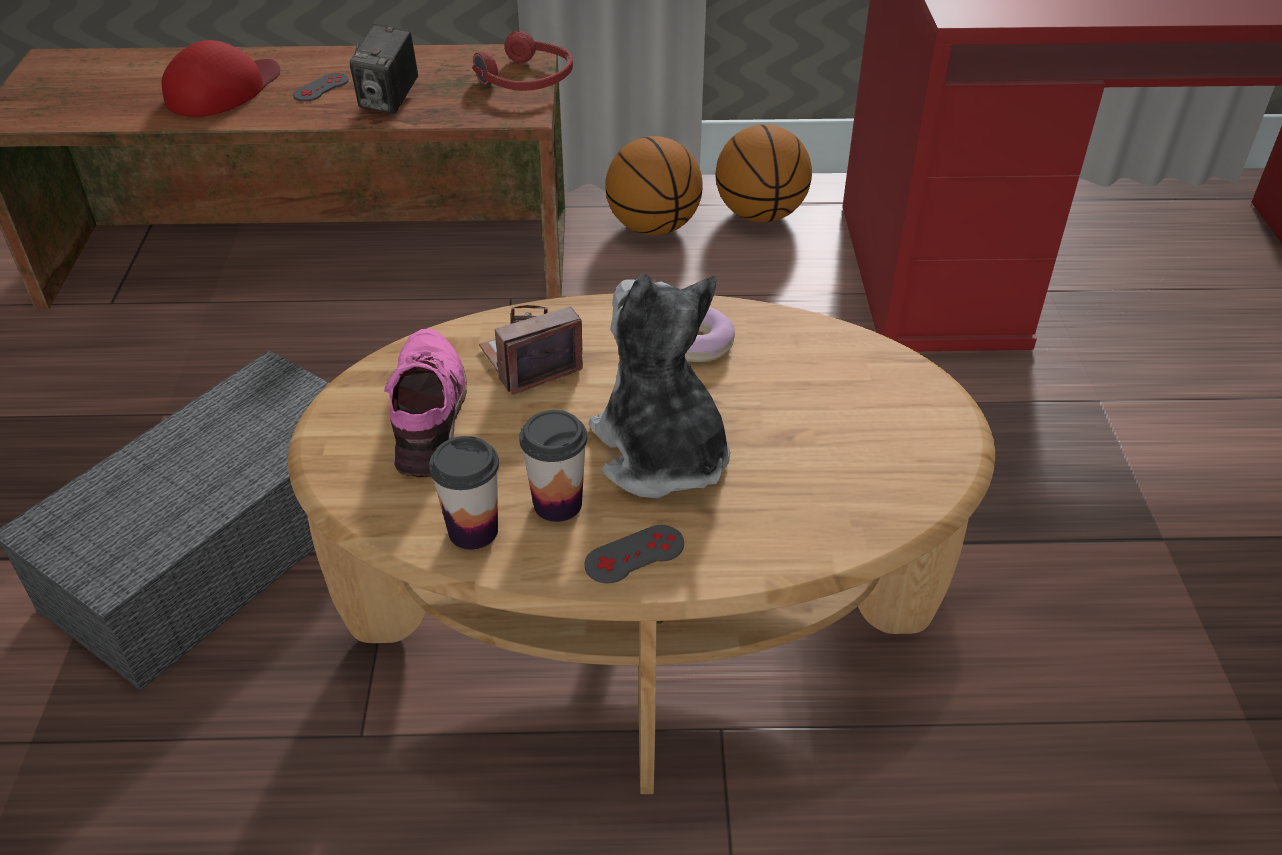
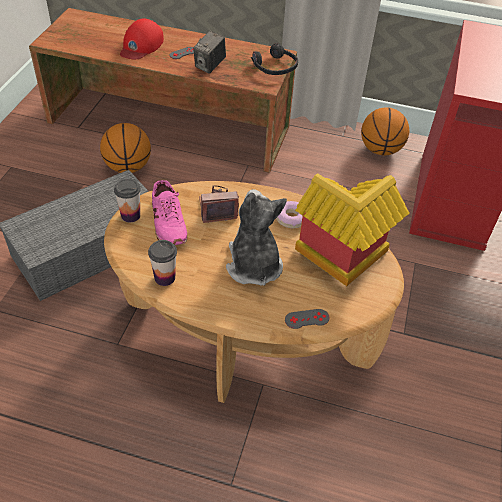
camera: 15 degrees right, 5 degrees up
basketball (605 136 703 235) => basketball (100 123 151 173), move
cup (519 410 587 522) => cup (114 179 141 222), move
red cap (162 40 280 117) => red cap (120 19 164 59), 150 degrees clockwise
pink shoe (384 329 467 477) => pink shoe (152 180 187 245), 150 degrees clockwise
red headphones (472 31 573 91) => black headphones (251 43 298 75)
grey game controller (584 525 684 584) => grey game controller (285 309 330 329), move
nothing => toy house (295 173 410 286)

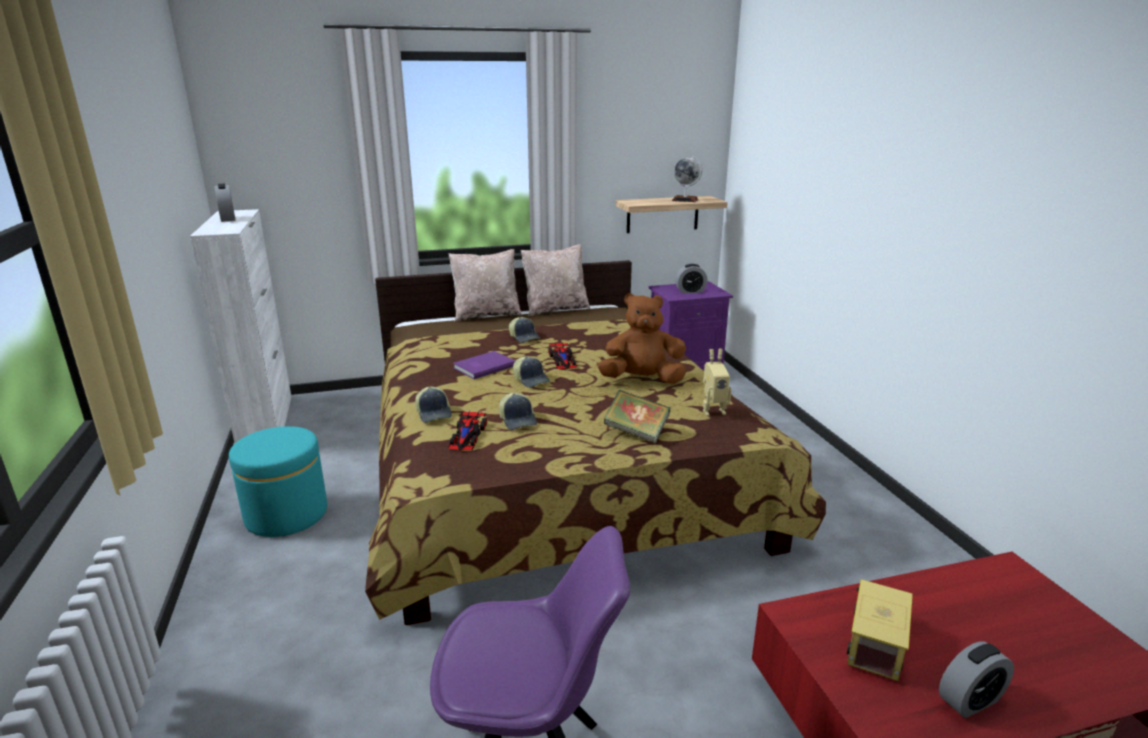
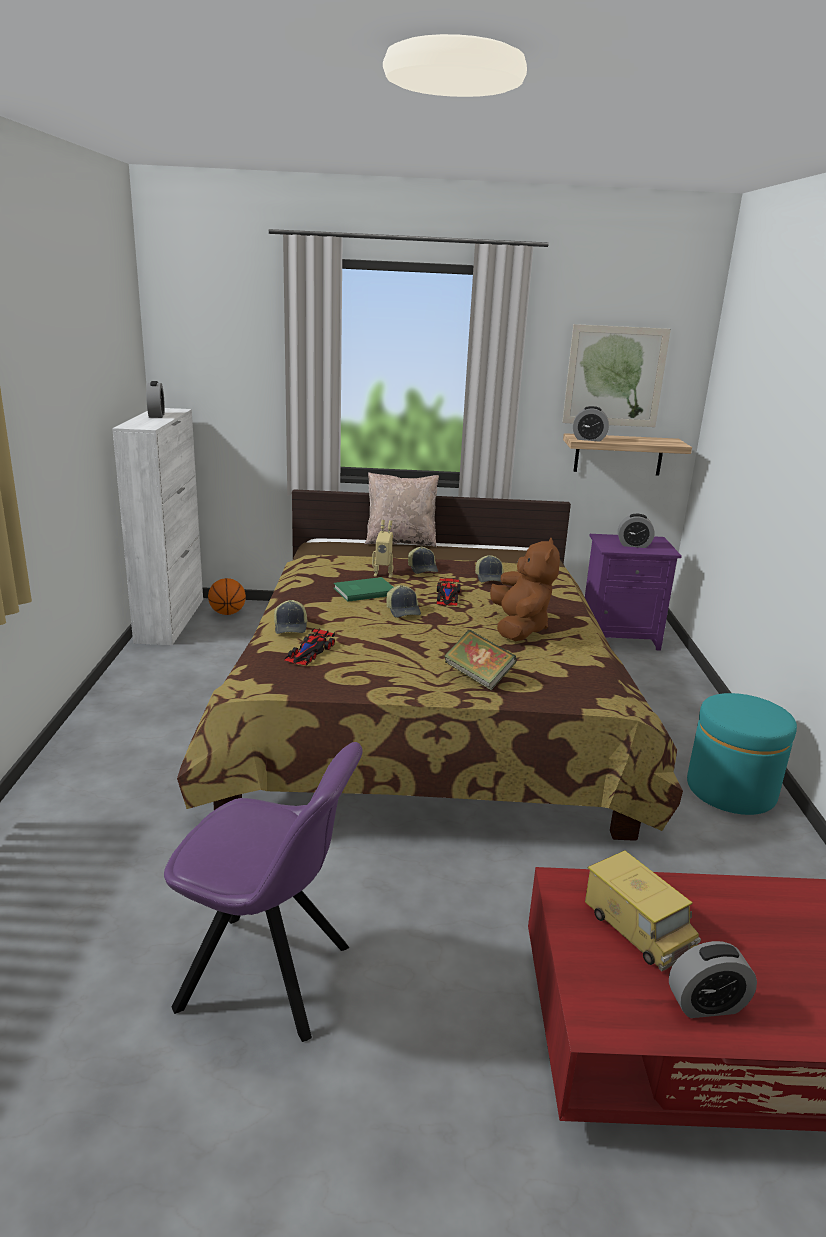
camera: 15 degrees right, 0 degrees up
nothing => basketball (208 578 246 615)
purple book (453 351 515 379) => green book (334 577 394 602)
toy robot (703 349 732 416) => toy robot (372 520 393 578), move
cap (499 393 537 430) => cap (475 555 504 582), move
brown plush toy (598 293 686 384) => brown plush toy (490 537 560 641), 75 degrees clockwise
nothing => picture (562 324 671 427)
nothing => alarm clock (573 406 609 442)
toy truck (847 579 913 681) => toy truck (585 850 701 971), 105 degrees clockwise
turquoise ottoman (229 426 327 537) => turquoise ottoman (687 693 797 815), move
beige pillow (521 244 590 317) => nothing
globe (672 156 702 202) => nothing

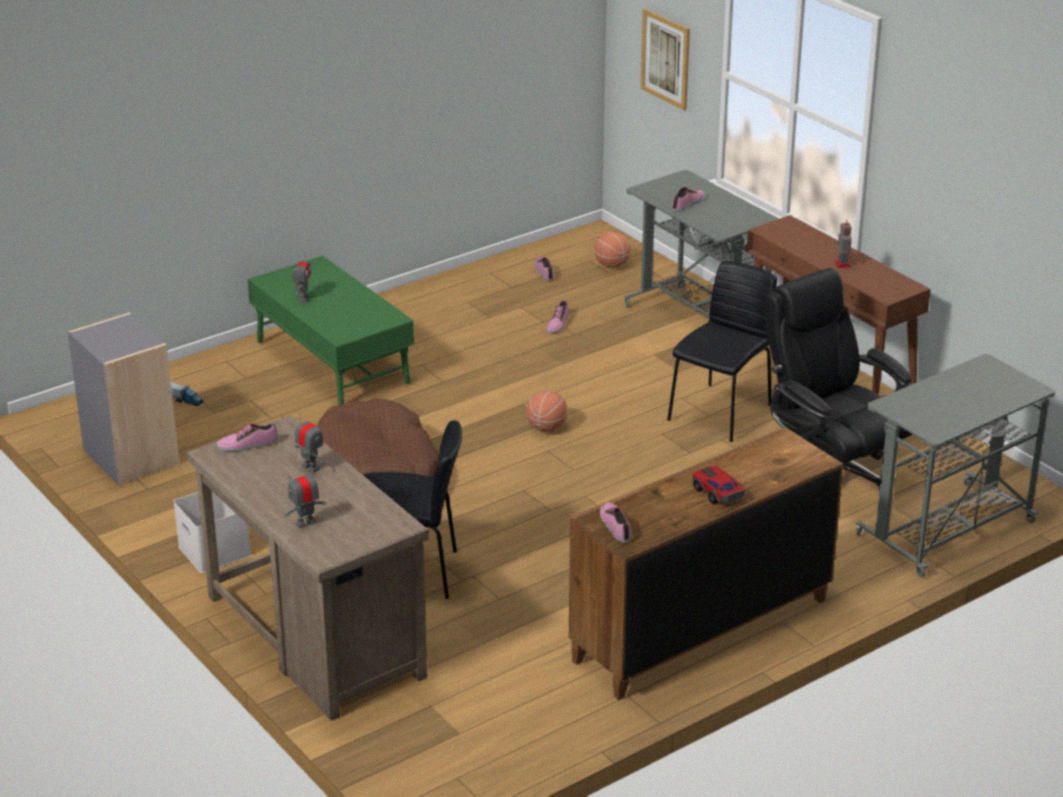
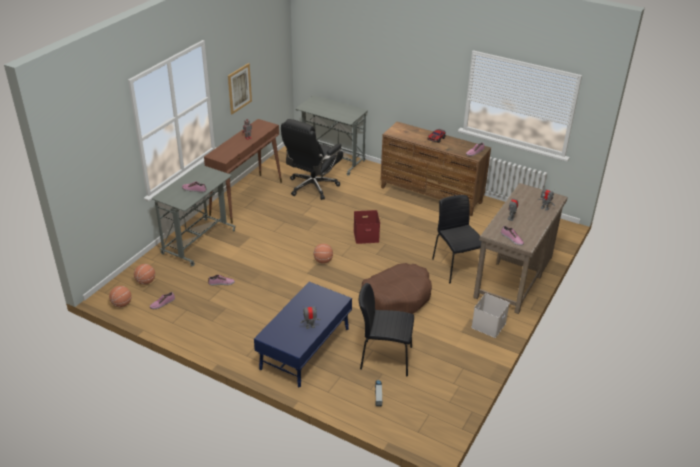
camera: 115 degrees left, 5 degrees up
nothing => basketball (109 286 132 307)
picture (640 9 690 111) => picture (228 63 252 114), move
green coffee table (248 256 414 405) => blue coffee table (254 282 352 387)
nothing => red storage box (354 210 380 244)
black chair (667 261 777 442) => black chair (359 283 414 376), move
grey bookcase (68 313 179 486) => nothing

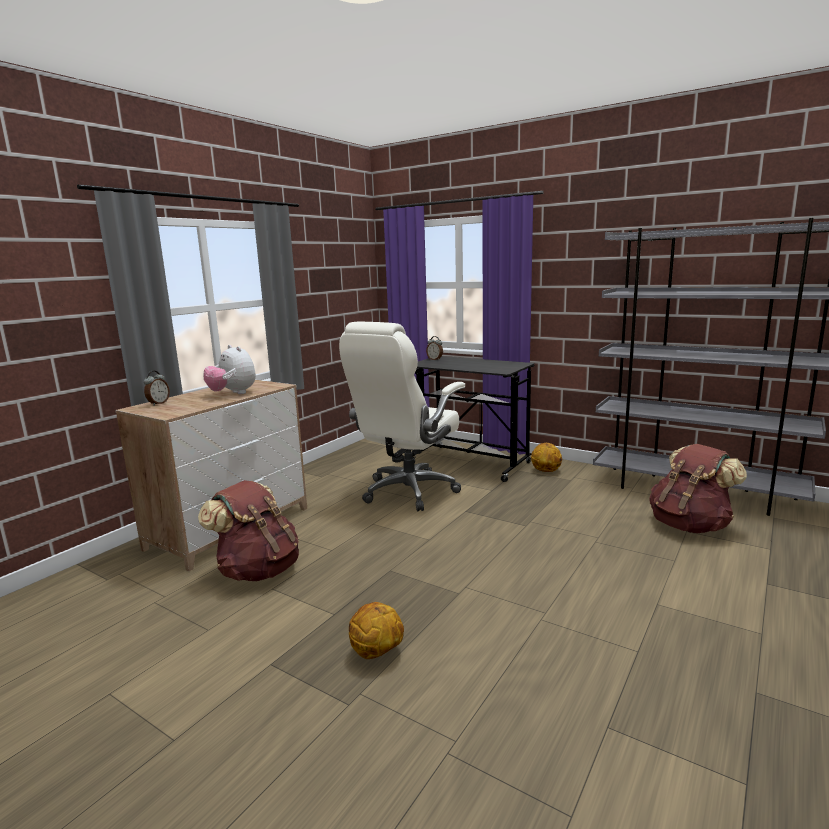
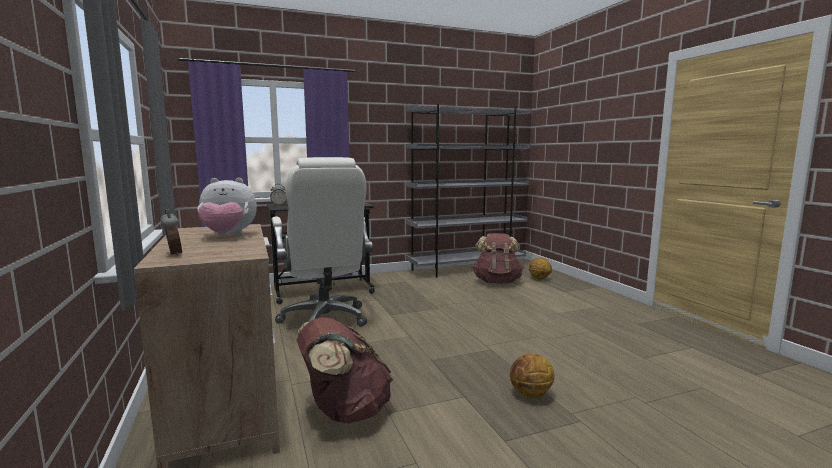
camera: 55 degrees left, 5 degrees down
basketball (531 443 562 472) => basketball (529 257 552 280), move

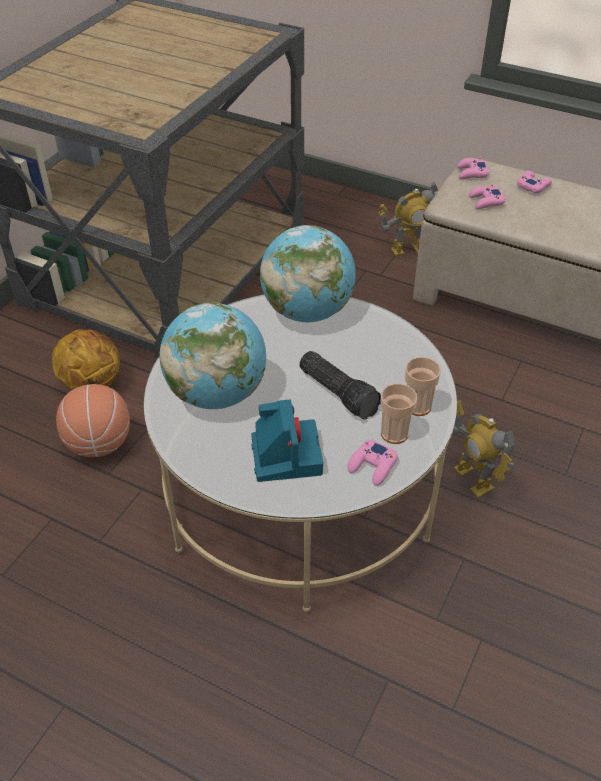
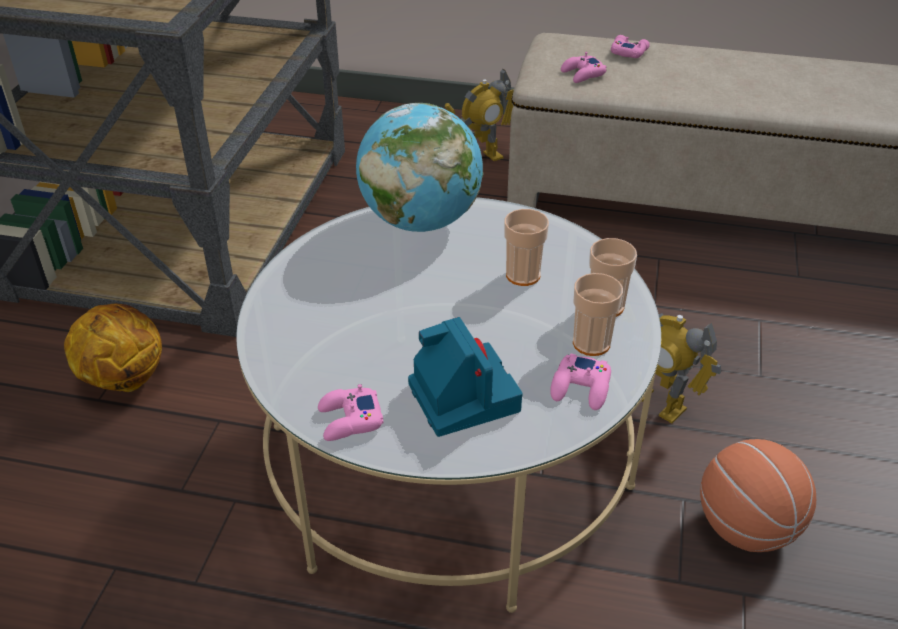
camera: 15 degrees left, 5 degrees down
pink game controller (457 157 489 179) => pink game controller (318 384 384 441), move
nothing => cup (504 209 549 286)
basketball (56 384 130 457) => basketball (700 439 816 552), move
globe (159 302 266 409) => nothing
flashlight (299 351 381 420) => nothing

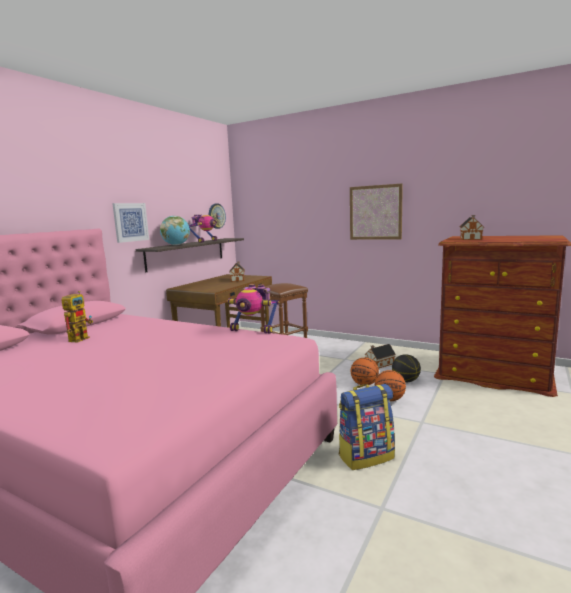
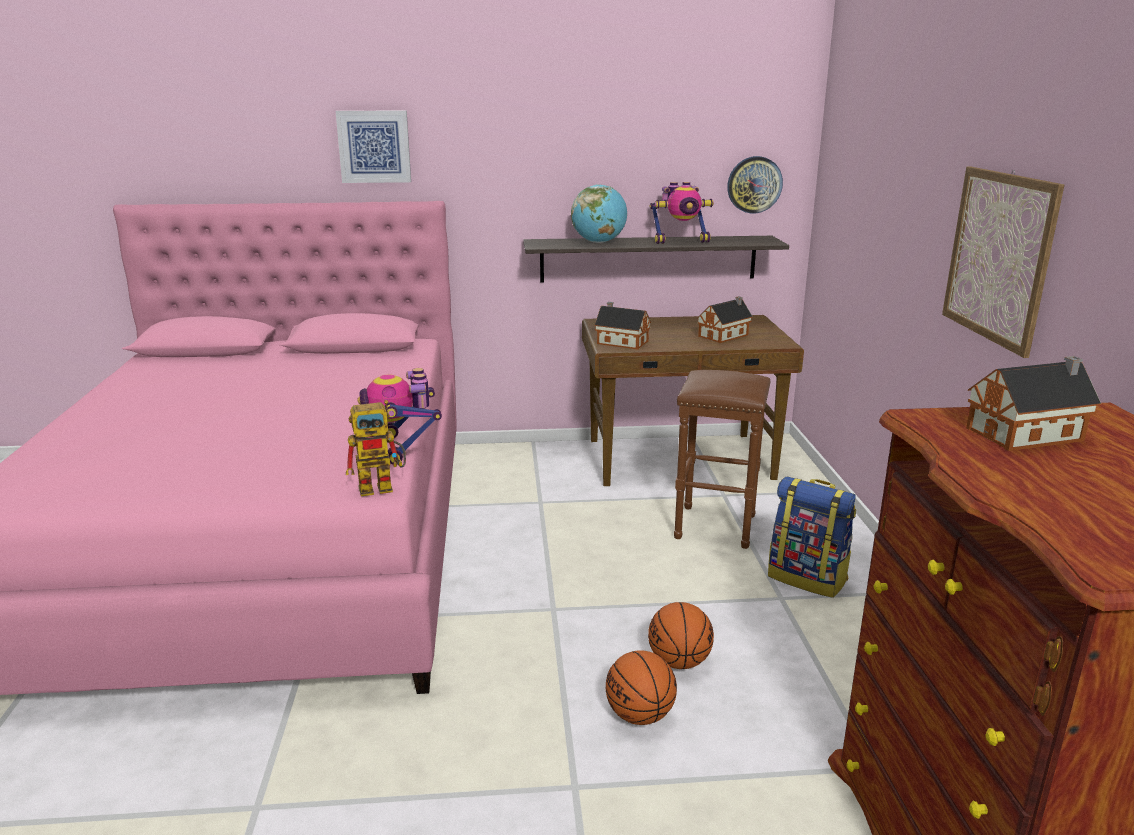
camera: 55 degrees right, 10 degrees up
picture (112 203 149 243) => picture (336 111 411 183), move
toy robot (61 291 93 342) => toy robot (346 400 406 496), move
toy house (365 344 396 369) => toy house (594 302 651 349), move
backpack (339 384 395 470) => backpack (768 476 856 598), move
basketball (392 354 421 382) => nothing

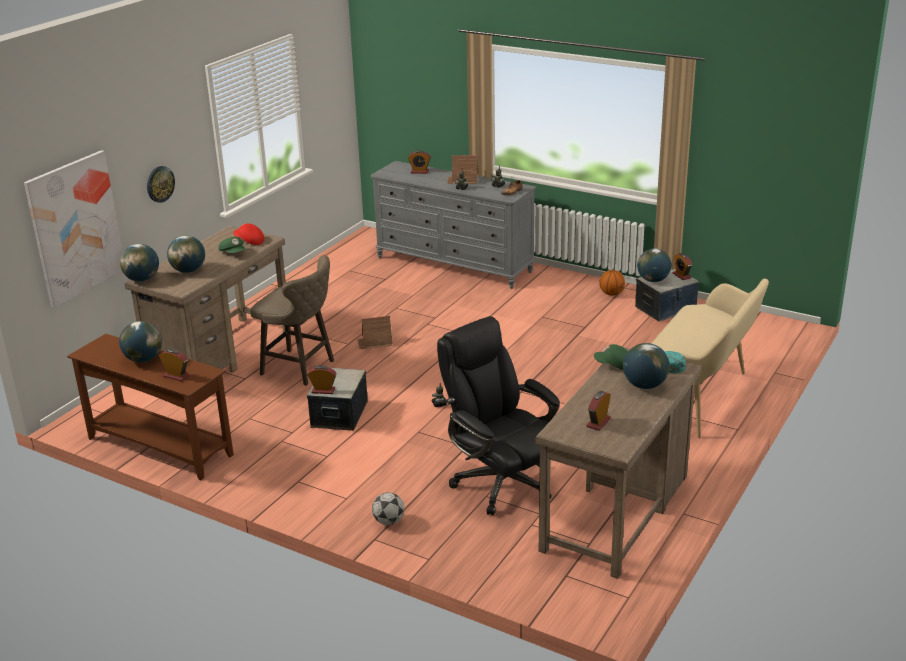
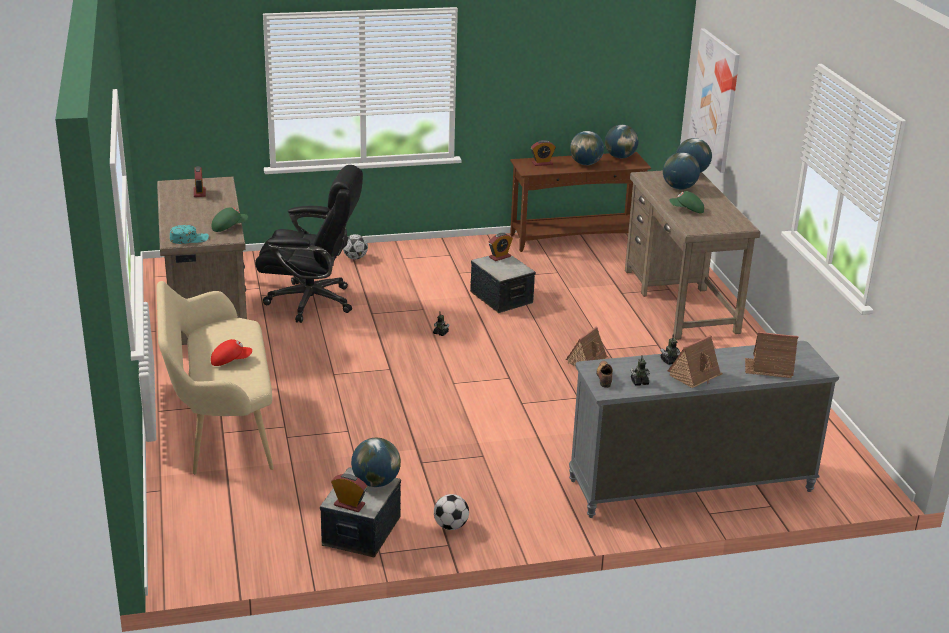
camera: 135 degrees right, 0 degrees up
red cap (233 224 264 245) => red cap (211 339 252 366), move
basketball (599 270 625 296) => football (434 494 469 530)
globe (623 343 670 389) => globe (605 125 639 159), move
alarm clock (408 150 431 174) => toy house (745 332 799 378)
wall clock (147 166 175 203) => nothing
beige stool (250 255 334 386) => nothing

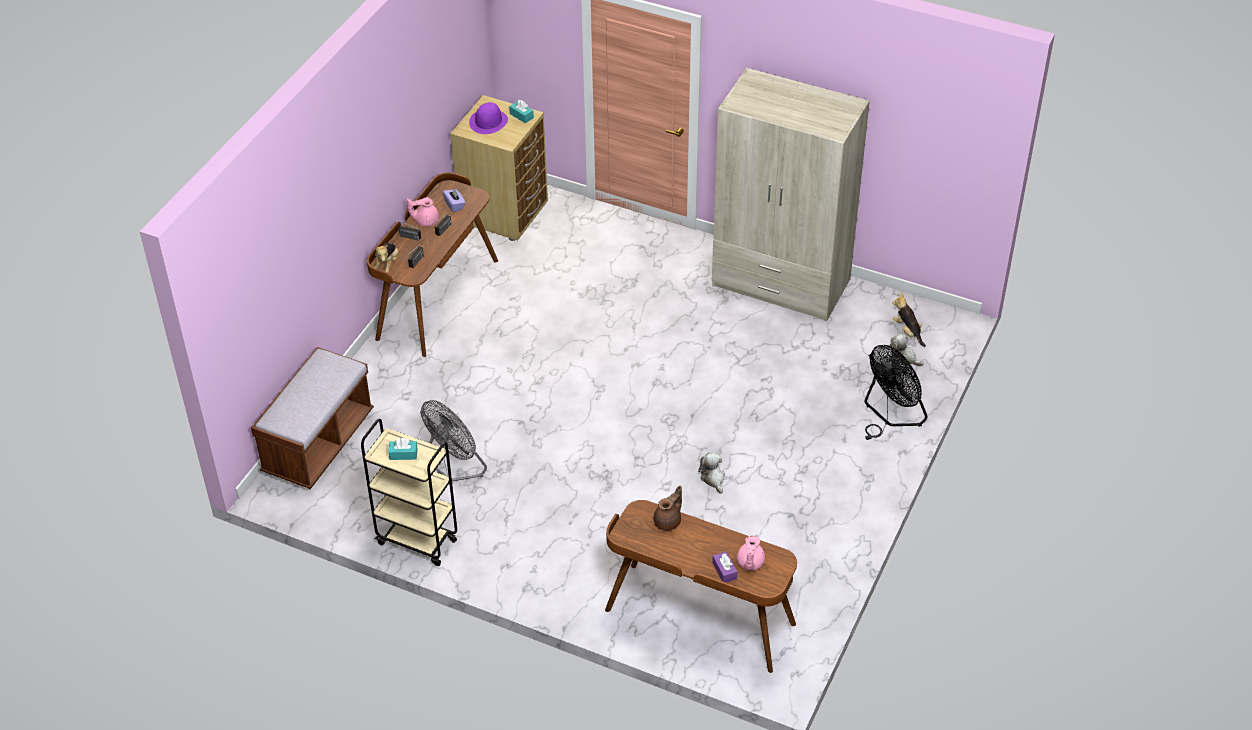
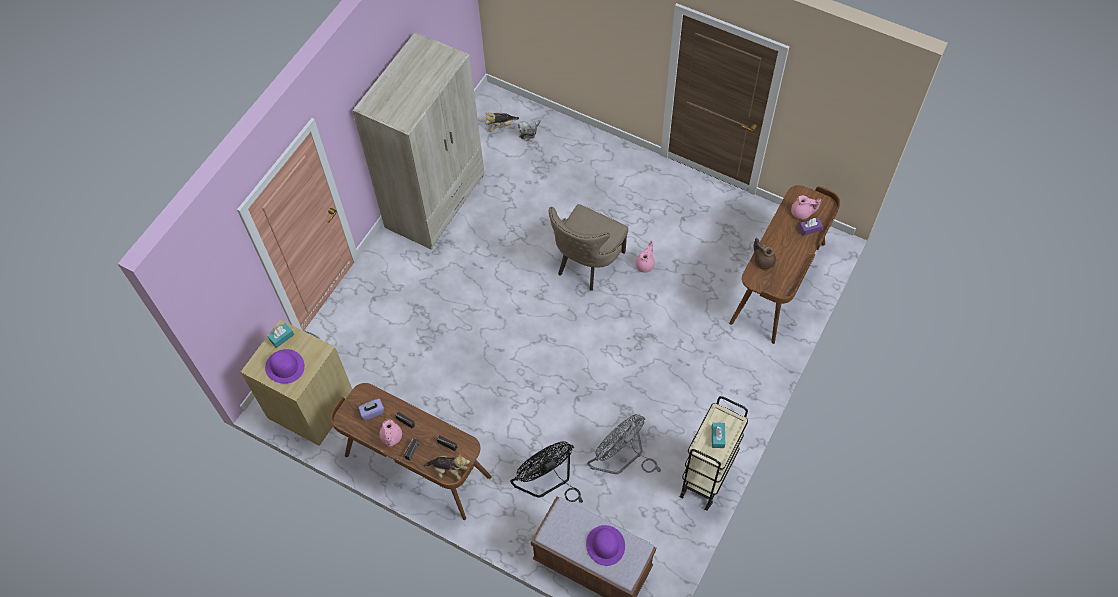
camera: 85 degrees left, 15 degrees up
black fan (864 345 927 440) => black fan (510 441 583 503), move
nothing => beige chair (549 204 628 291)
nothing => purple hat (586 525 625 566)
plush toy (698 453 725 494) => pink teapot (636 241 655 273)

